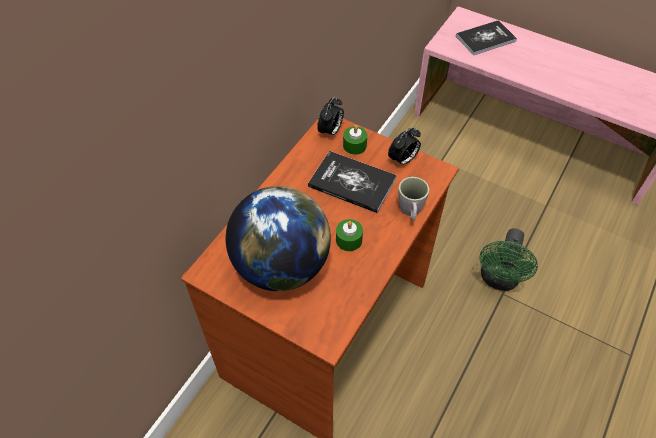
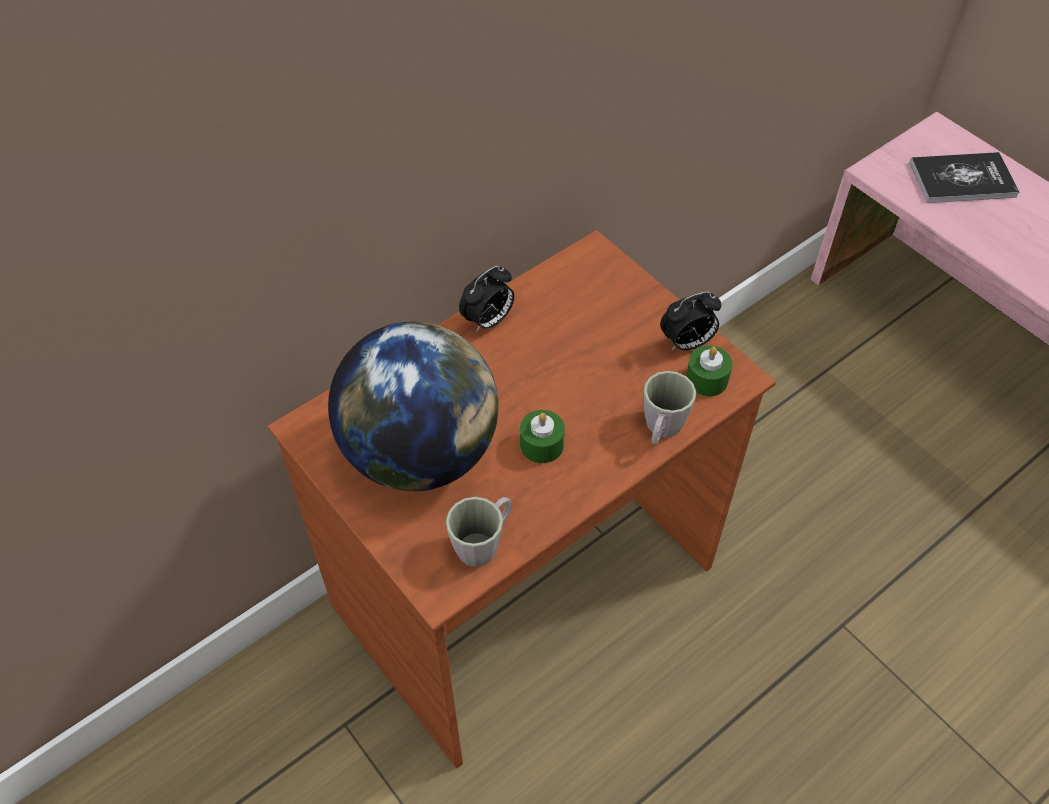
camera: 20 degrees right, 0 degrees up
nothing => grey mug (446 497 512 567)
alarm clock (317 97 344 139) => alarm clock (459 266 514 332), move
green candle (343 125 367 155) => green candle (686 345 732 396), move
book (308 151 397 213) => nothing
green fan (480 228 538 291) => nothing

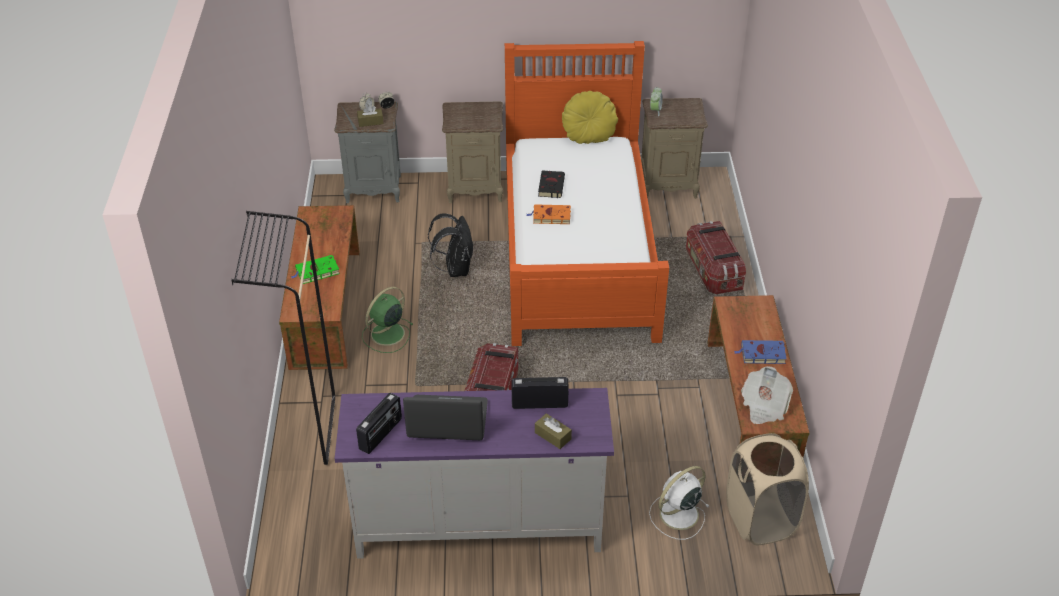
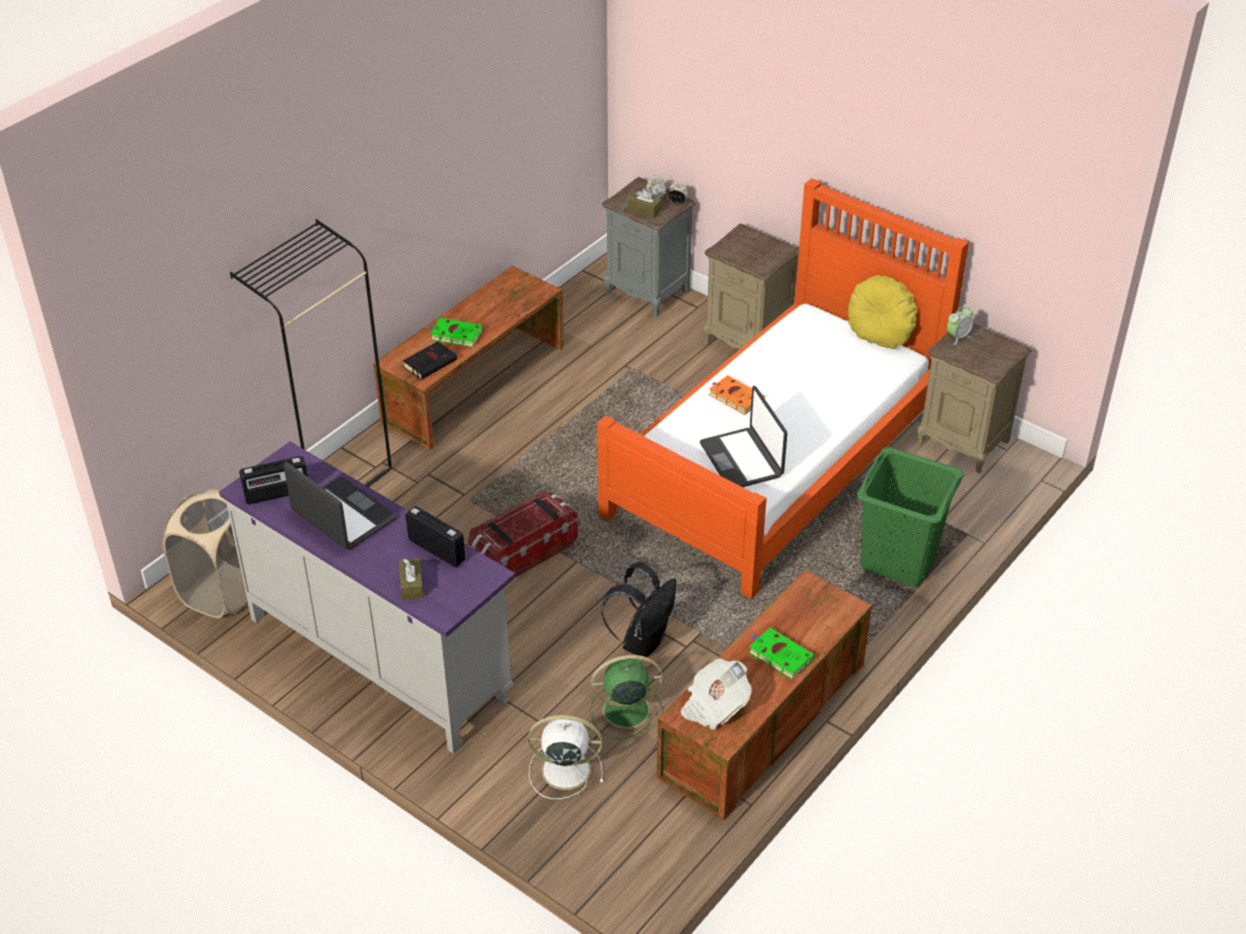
camera: 40 degrees right, 0 degrees up
beige laundry basket (726 433 809 545) => beige laundry basket (162 489 247 618), move
black book (538 170 565 198) => black book (403 341 457 380), move
green fan (362 287 414 353) => green fan (591 655 664 739), move
black backpack (428 213 473 277) => black backpack (601 562 677 657), move
nothing => laptop (700 386 787 487)
blue book (734 340 787 364) => green book (749 628 814 680)
storage box (686 221 746 294) => green laundry basket (857 447 964 587)

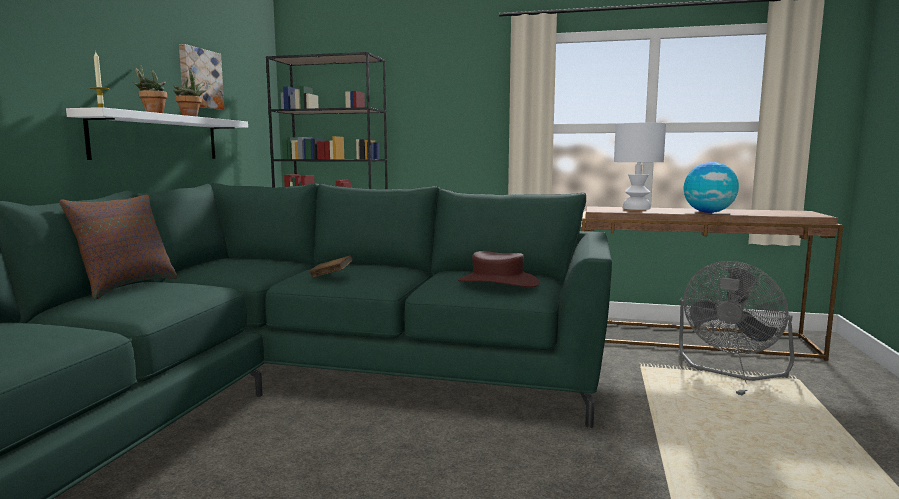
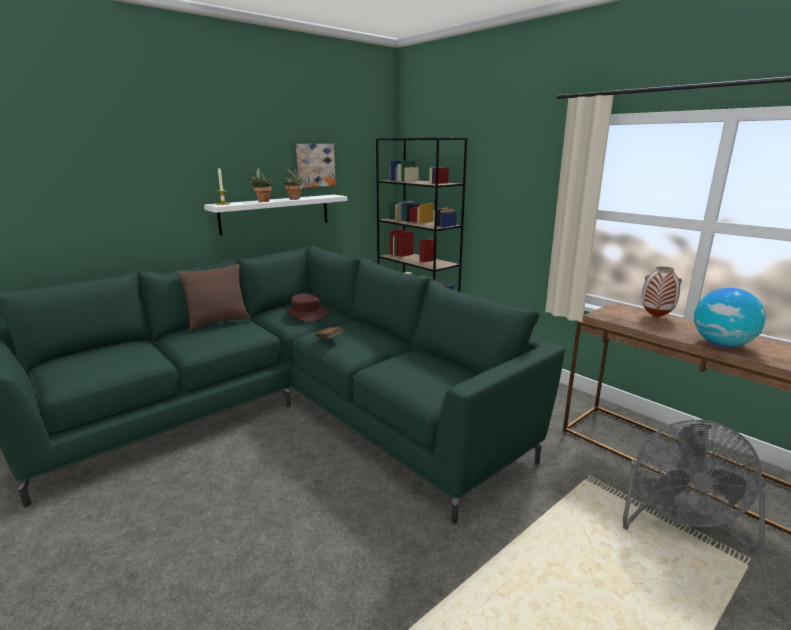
camera: 35 degrees right, 10 degrees up
brown hat (458 251 539 287) => brown hat (286 293 327 322), move
grey fan (679 261 795 395) => grey fan (623 419 766 552), 120 degrees clockwise
white table lamp (614 122 666 210) => vase (641 267 682 317)

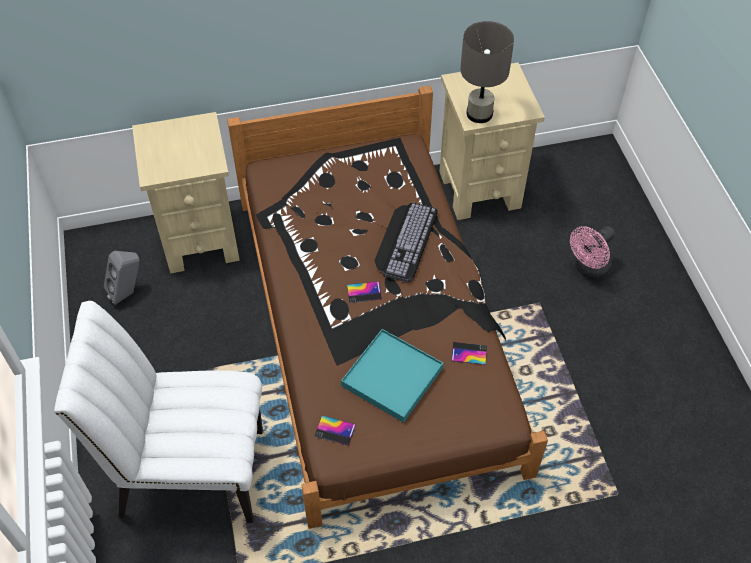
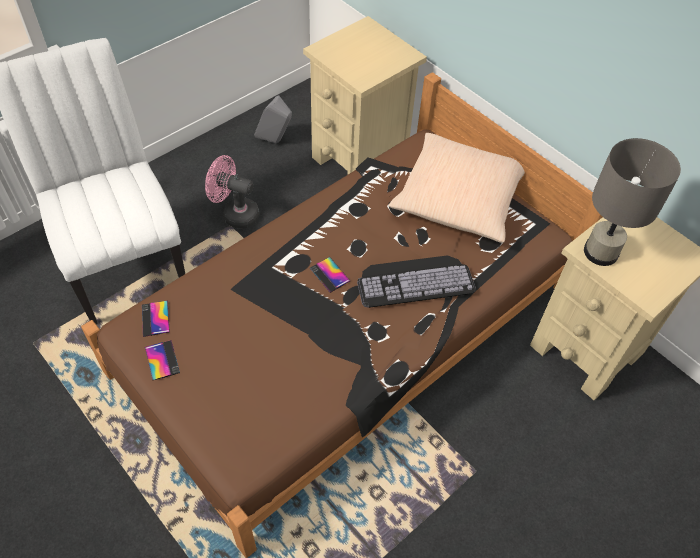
camera: 60 degrees right, 0 degrees up
phone (451 342 487 365) => phone (145 340 180 380), move
pink fan (570 226 615 280) => pink fan (205 155 259 229), move
nothing => beige pillow (389 133 525 243)
turquoise tray (341 329 443 423) => nothing

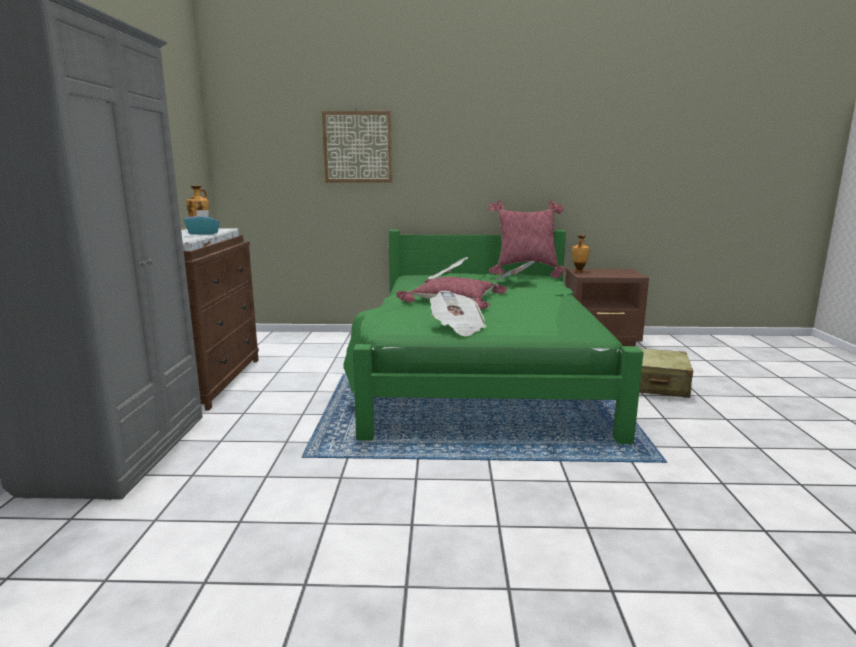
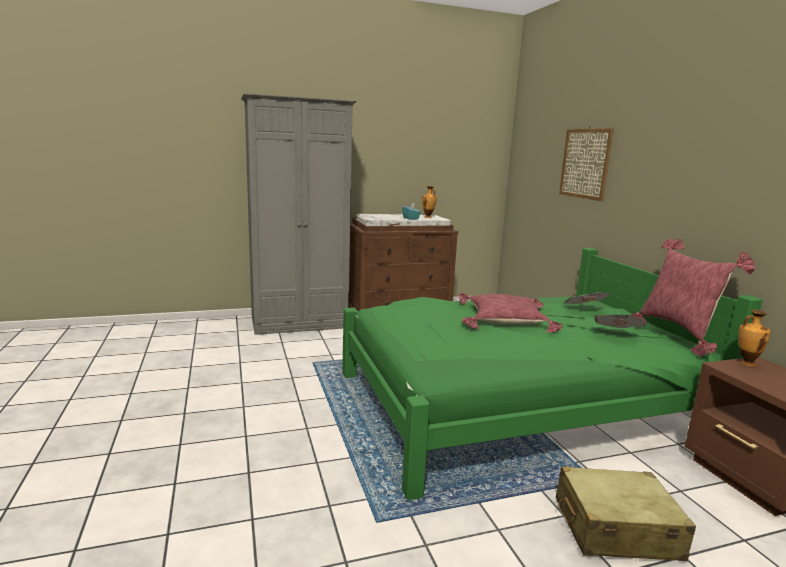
camera: 70 degrees right, 0 degrees up
newspaper (430 291 487 336) => nothing

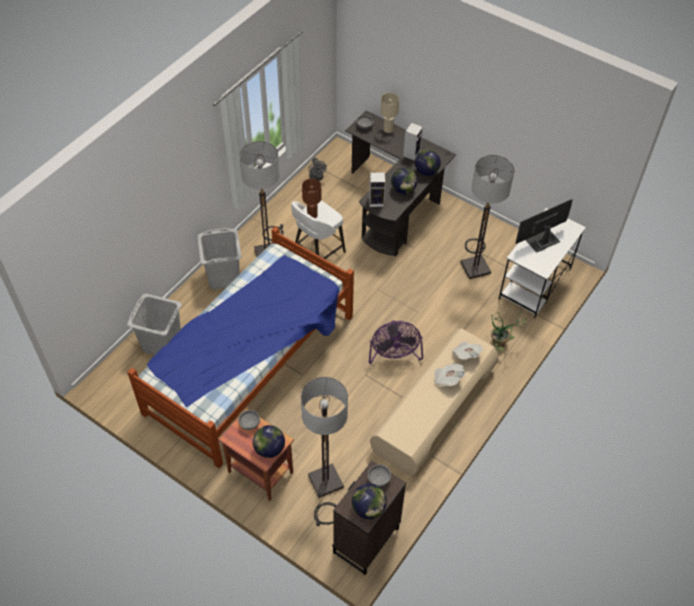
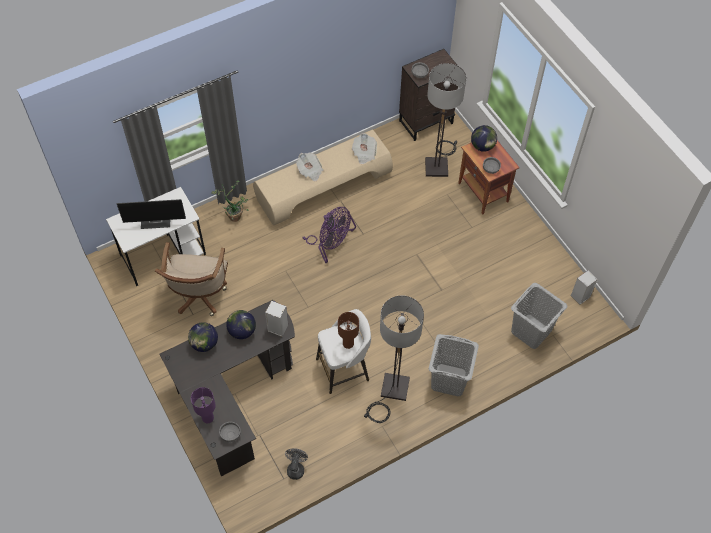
camera: 155 degrees left, 5 degrees up
floor lamp (461 155 514 279) => office chair (155 242 228 316)
beige table lamp (381 93 399 133) => purple table lamp (191 387 216 423)
purple fan (369 320 423 364) => purple fan (303 207 356 263), 105 degrees clockwise
newspaper (452 341 483 360) => newspaper (352 133 377 164), move
speaker (403 123 423 161) => speaker (571 271 598 305), move
bed (127 227 354 468) => nothing
globe (352 483 387 519) => nothing

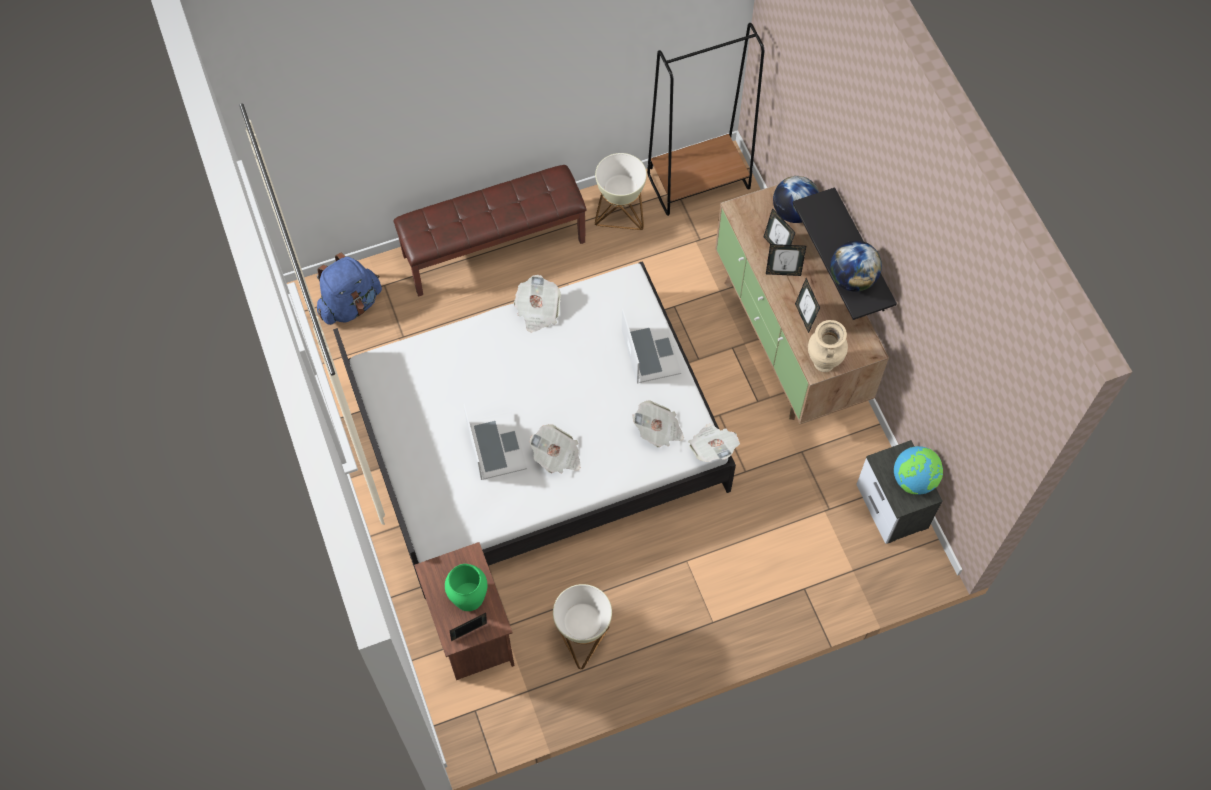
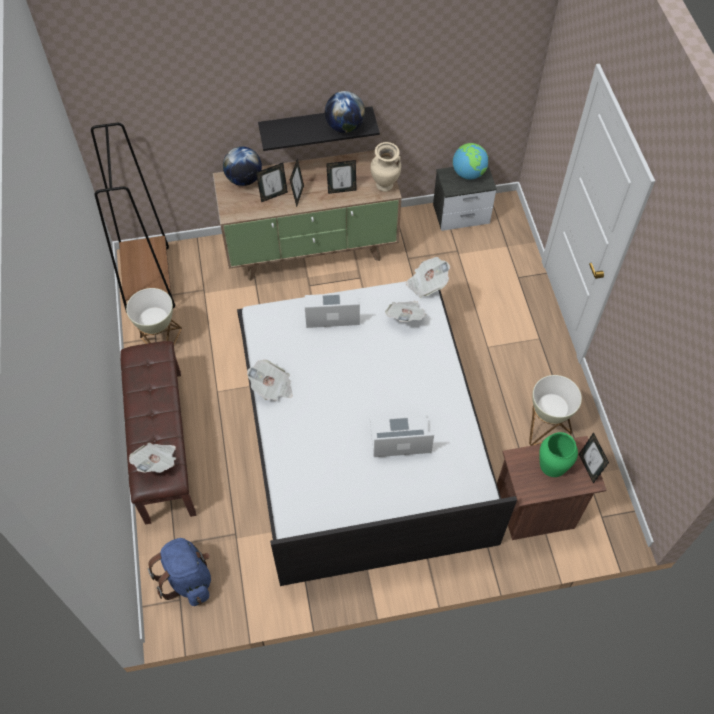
camera: 80 degrees left, 5 degrees down
newspaper (530 424 581 474) => newspaper (129 443 176 473), move

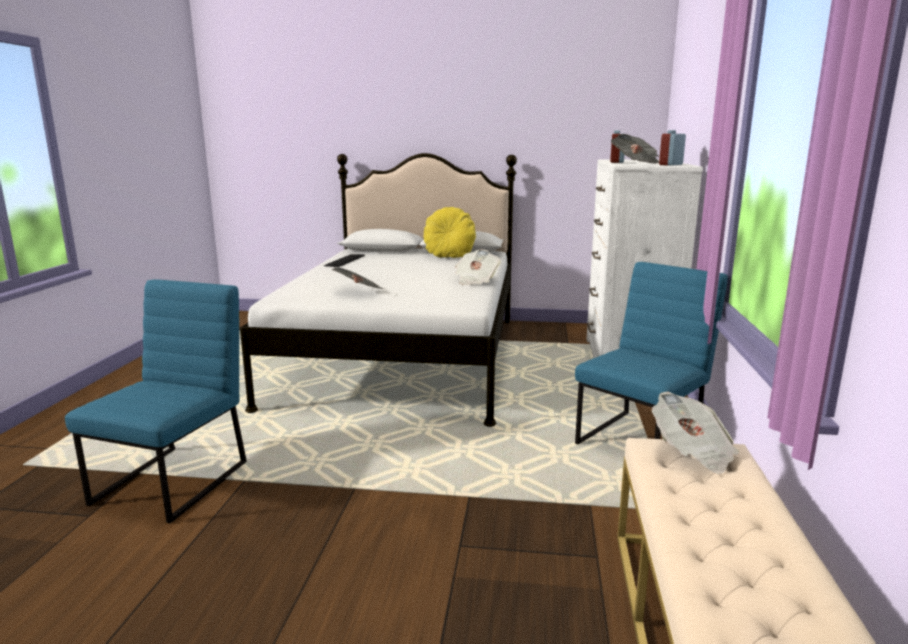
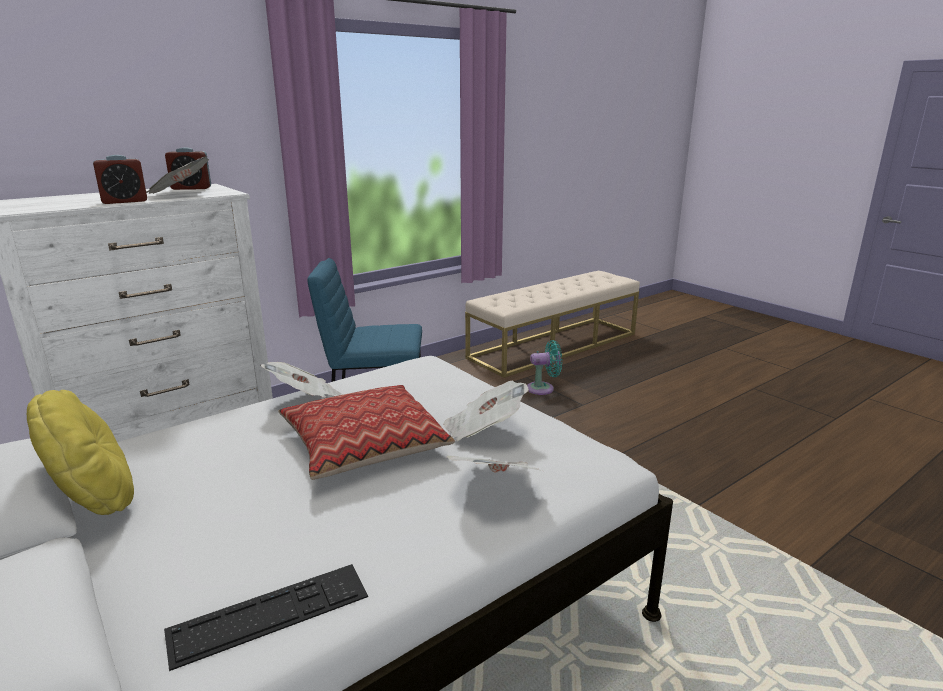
camera: 135 degrees left, 5 degrees up
nothing => pillow (278 385 455 480)
newspaper (652 392 739 475) => newspaper (447 456 542 473), move
nothing => turquoise fan (527 340 562 395)
blue chair (65 279 247 523) => nothing

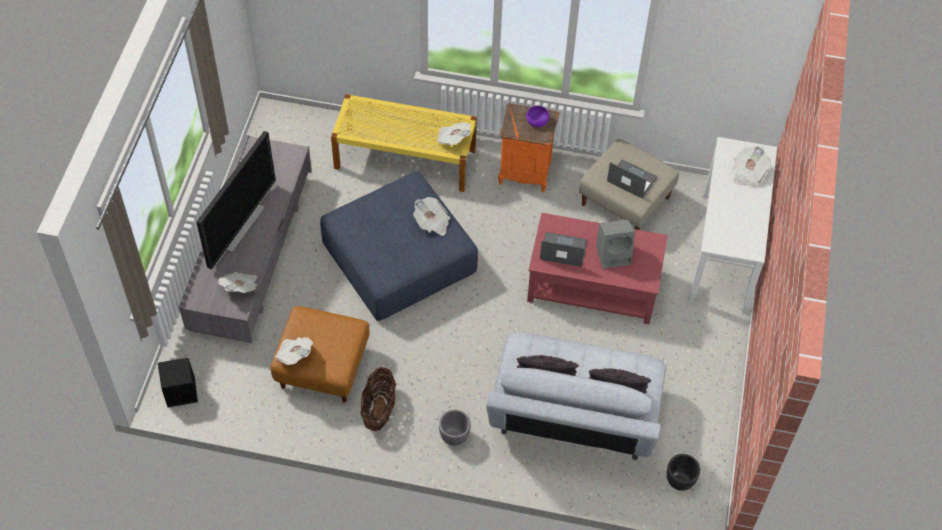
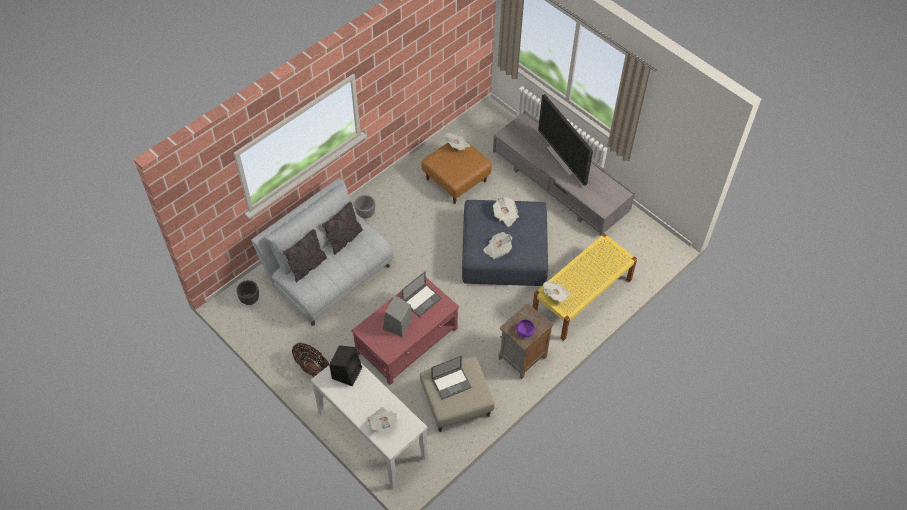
camera: 125 degrees right, 0 degrees up
basket (360 367 396 431) => basket (292 343 329 377), move
black speaker (158 358 198 407) => black speaker (329 345 362 387), move
newspaper (218 272 257 293) => newspaper (493 196 519 227), move
orange nightstand (498 103 559 192) => grey nightstand (498 304 554 379)

